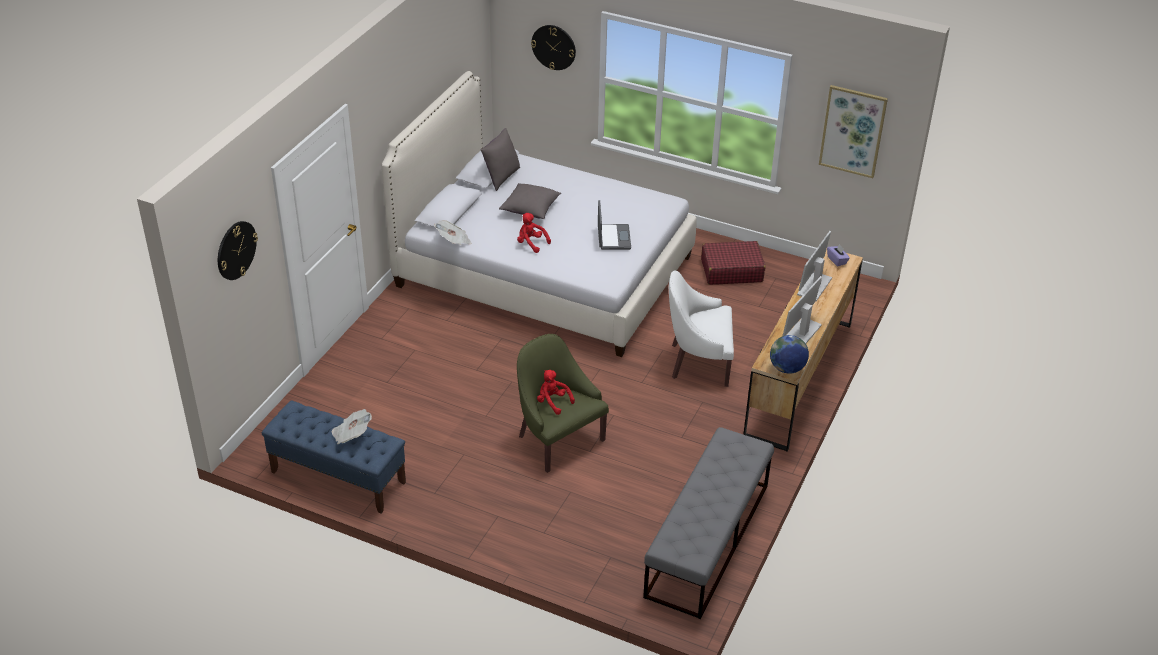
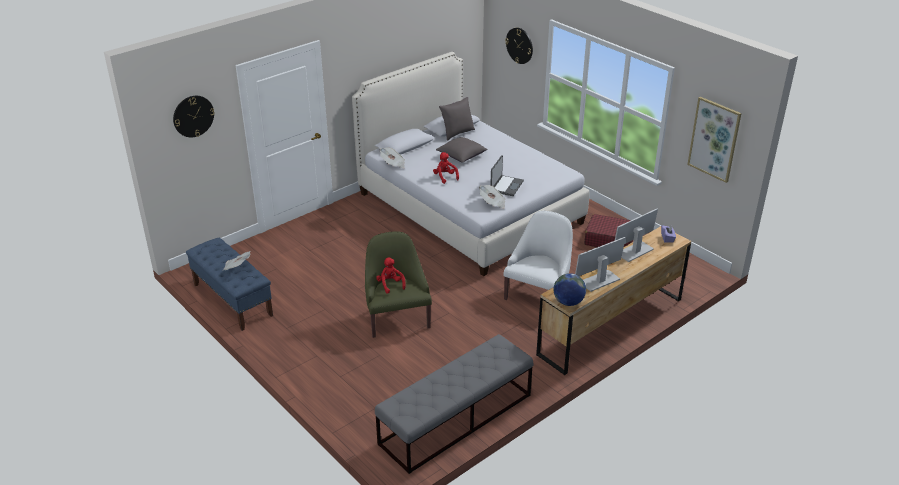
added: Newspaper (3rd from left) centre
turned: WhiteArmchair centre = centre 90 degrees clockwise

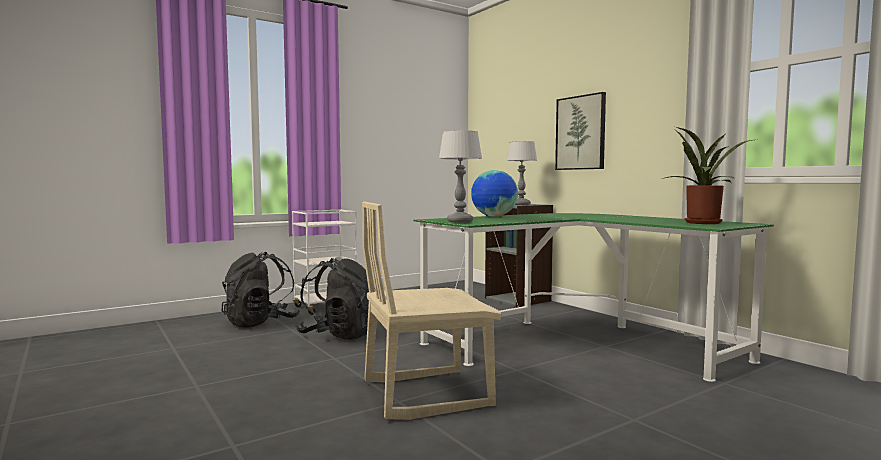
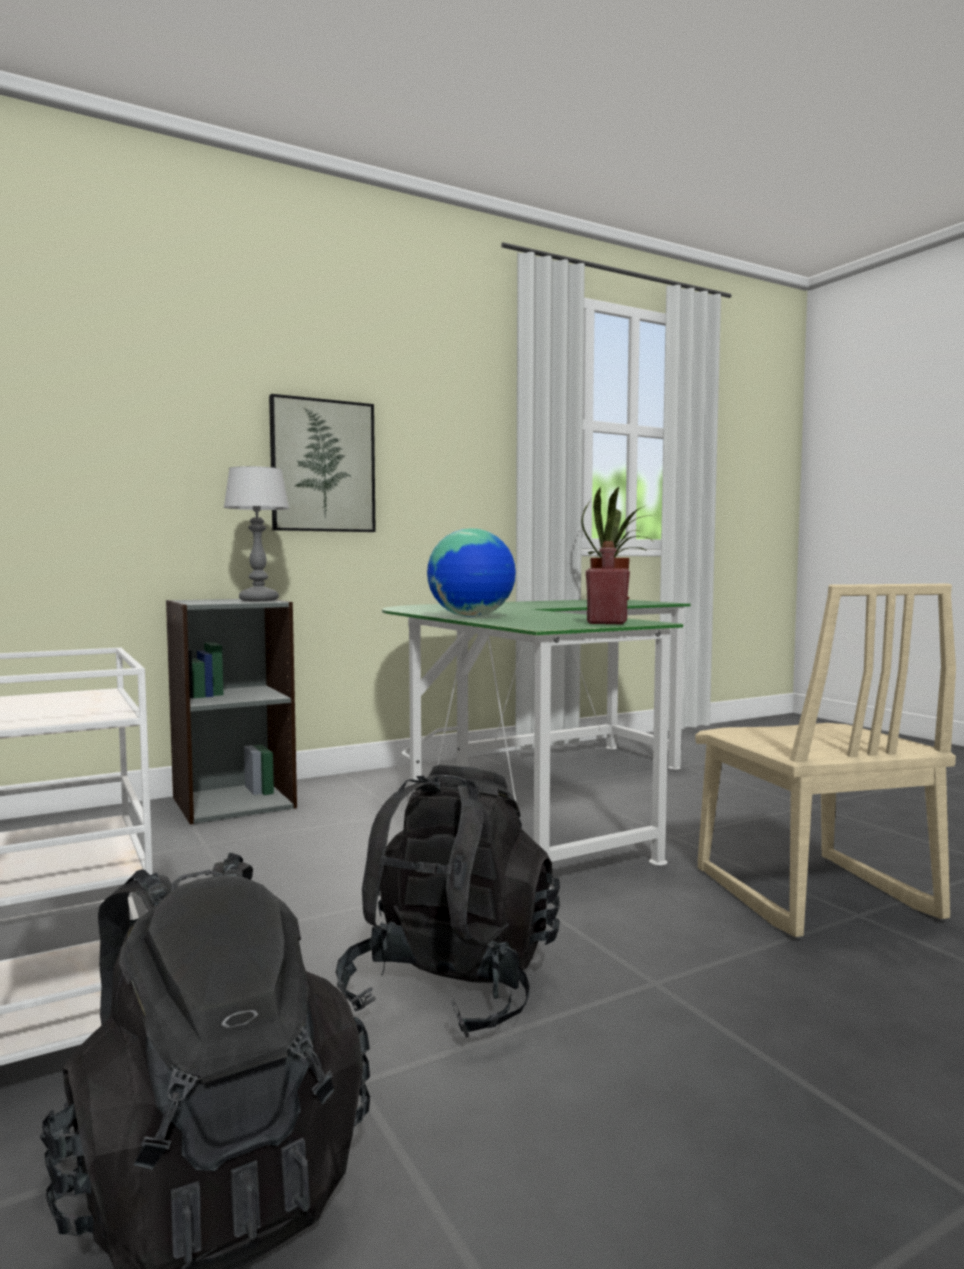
replaced: TableLamp (1st from left) centre to RedBottle centre

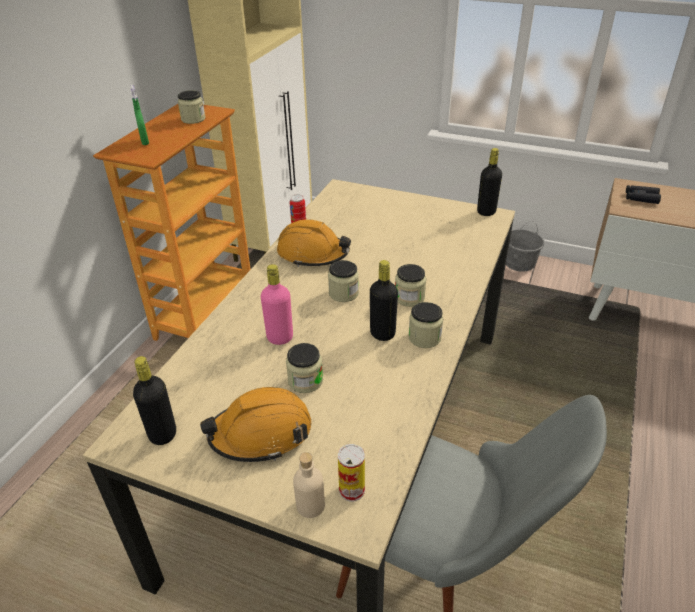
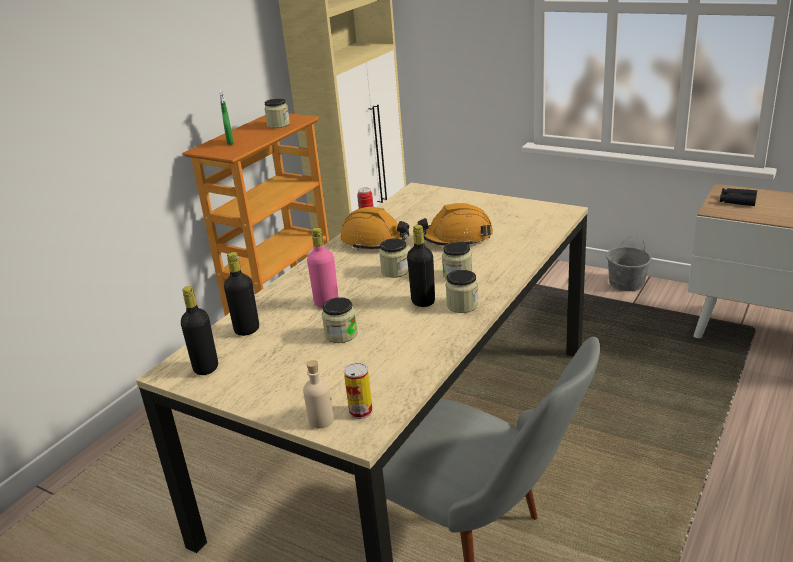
moved: BlackBottle (3rd from left in the first image) top right to BlackBottle (2nd from left) middle left; OrangeHardHat (1st from left in the first image) bottom centre to OrangeHardHat (2nd from left) centre

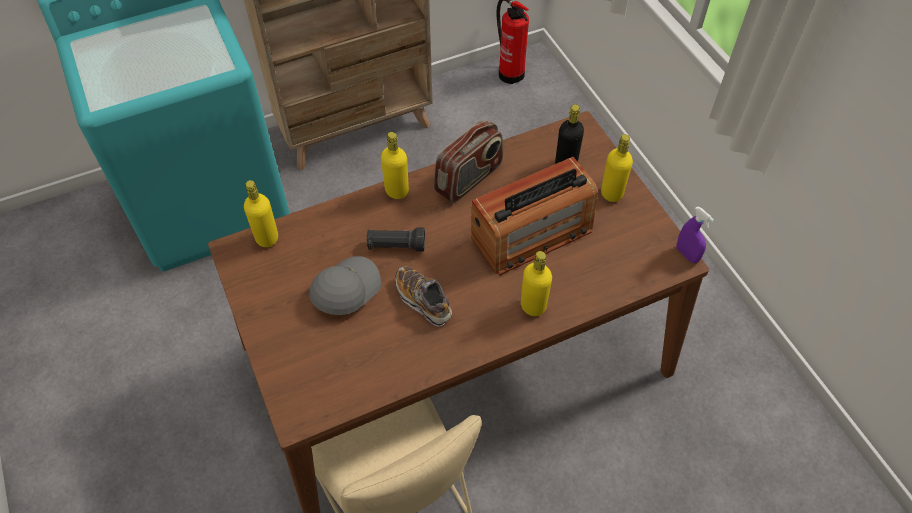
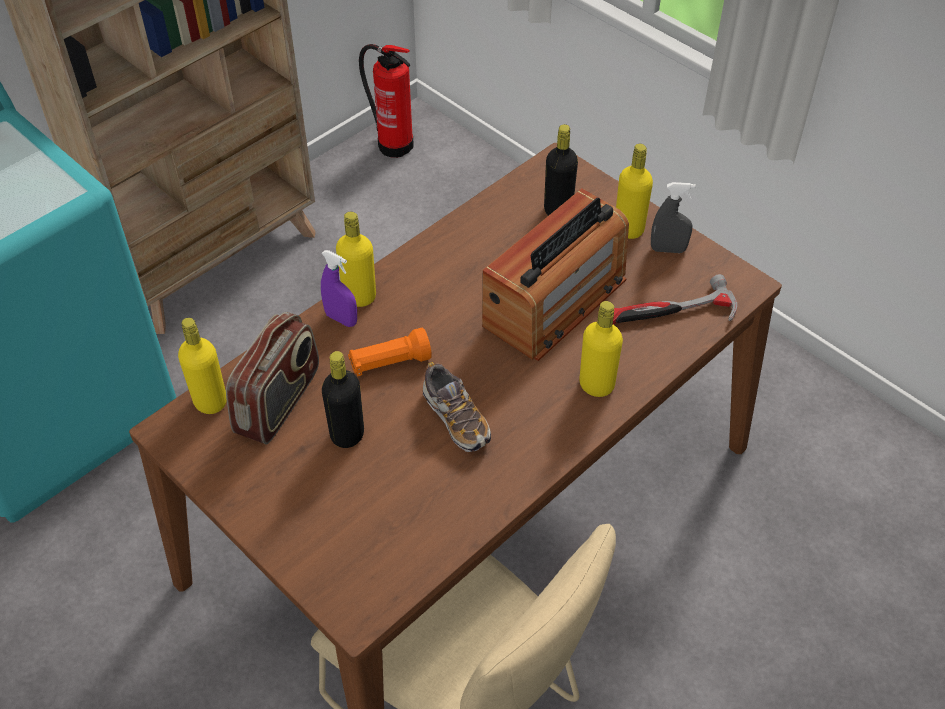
added: GreySprayBottle top right; Hammer middle right
moved: Radio (1st from left) top centre to middle left; PurpleSprayBottle middle right to centre
replaced: GreyCap centre to BlackBottle (1st from left) centre
recoloured: BlackFlashlight centre to OrangeFlashlight centre
turned: Shoe centre = centre 150 degrees counterclockwise

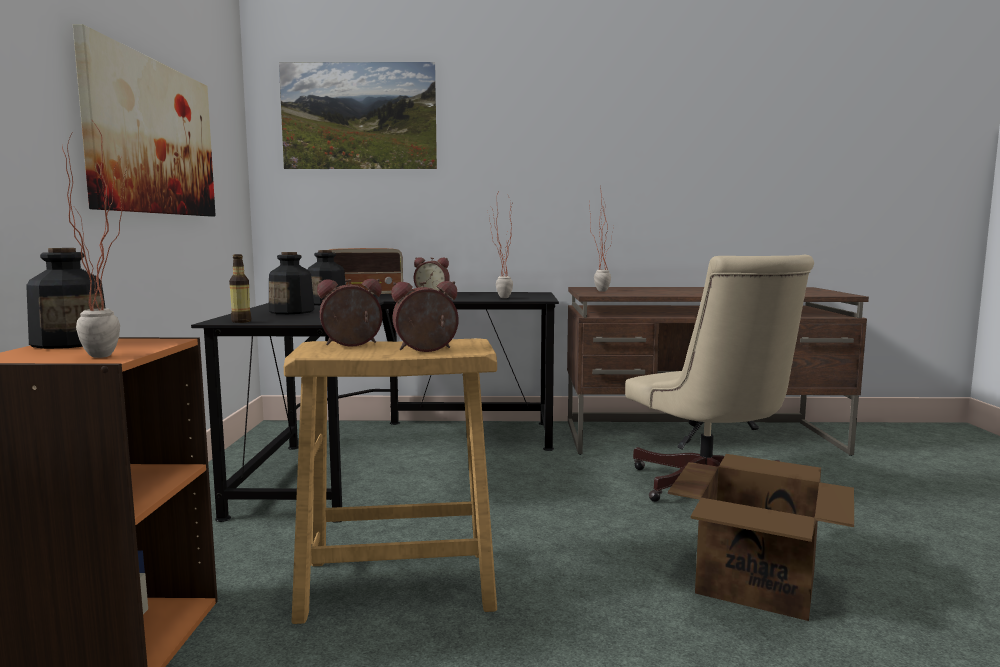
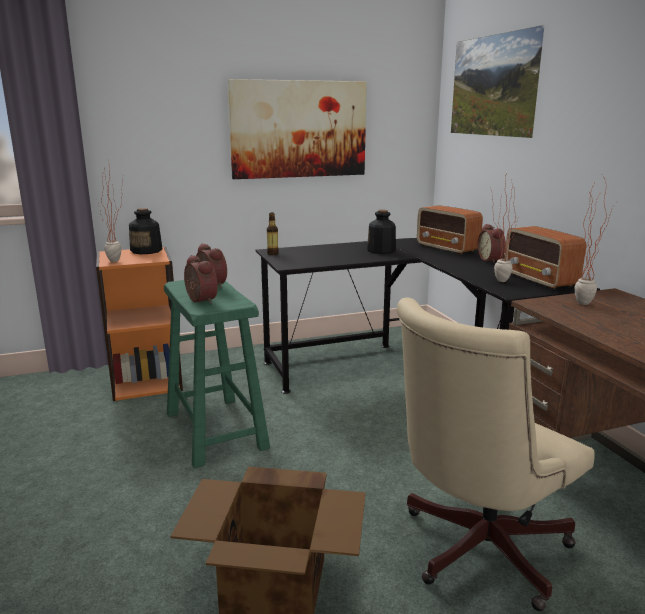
removed: Bottle (3rd from left) middle left
added: Radio (2nd from left) middle right
recoloured: BeigeStool bottom centre to GreenStool centre

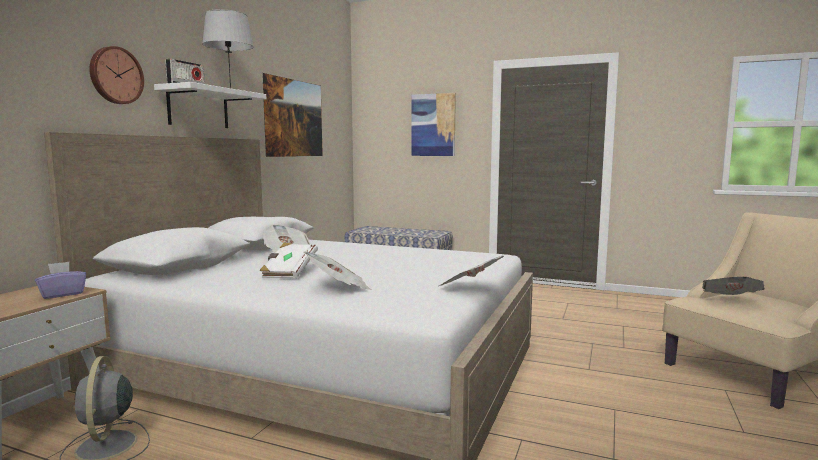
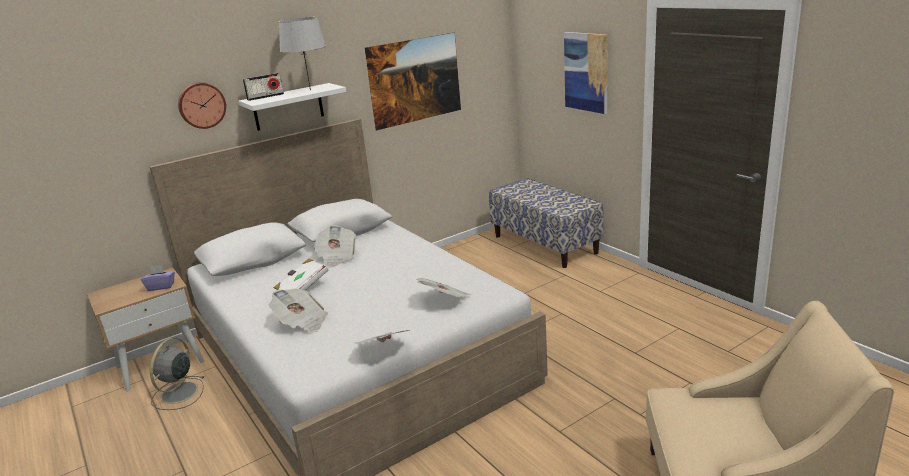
moved: Newspaper (4th from left) middle right to centre

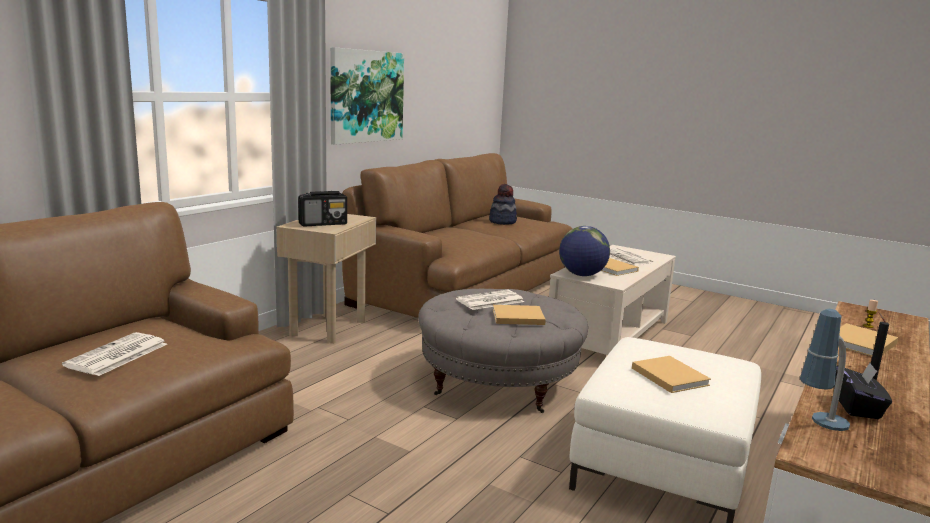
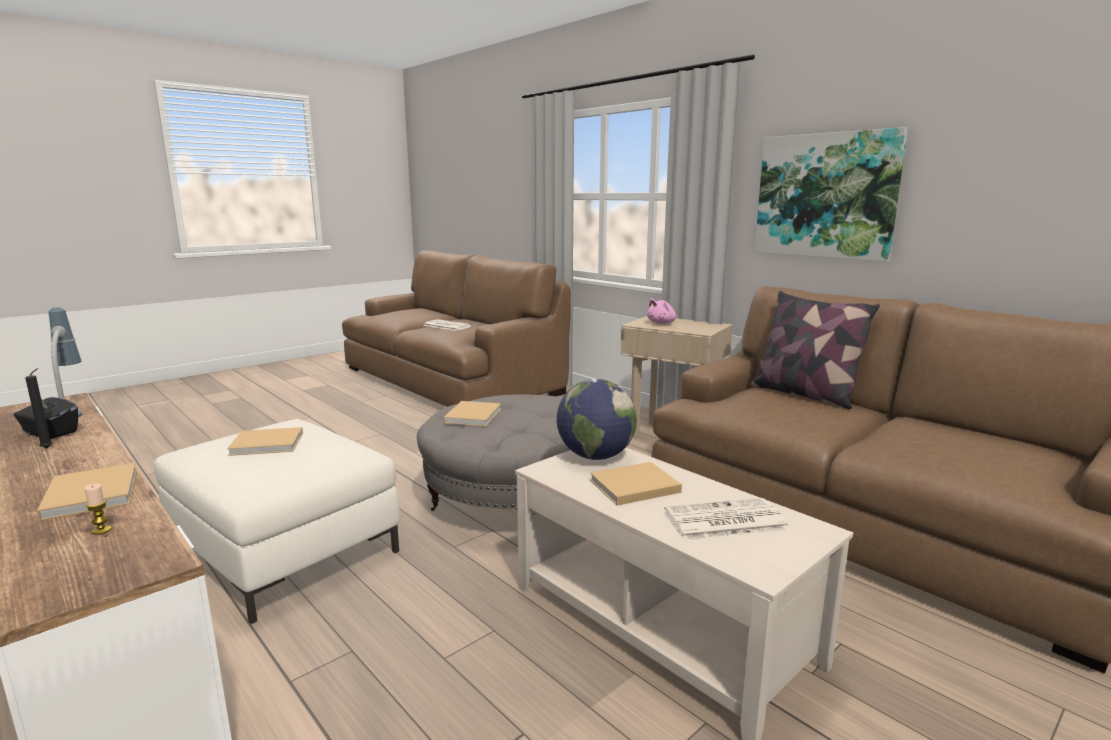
removed: Hat centre; Newspaper (2nd from left) centre
added: Pillow middle right
replaced: Radio centre to PinkPlushToy centre

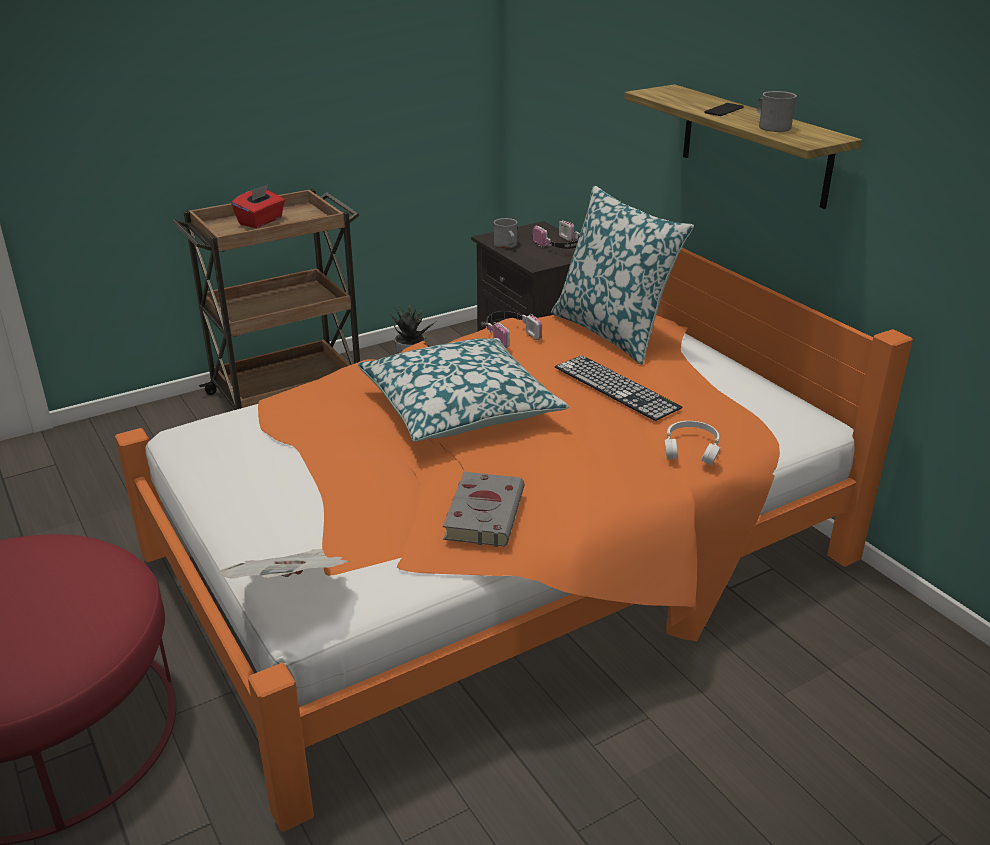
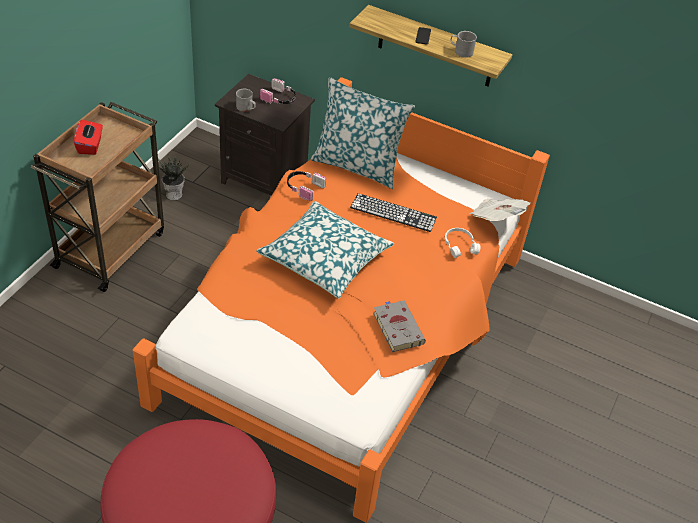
moved: Newspaper bottom left to middle right

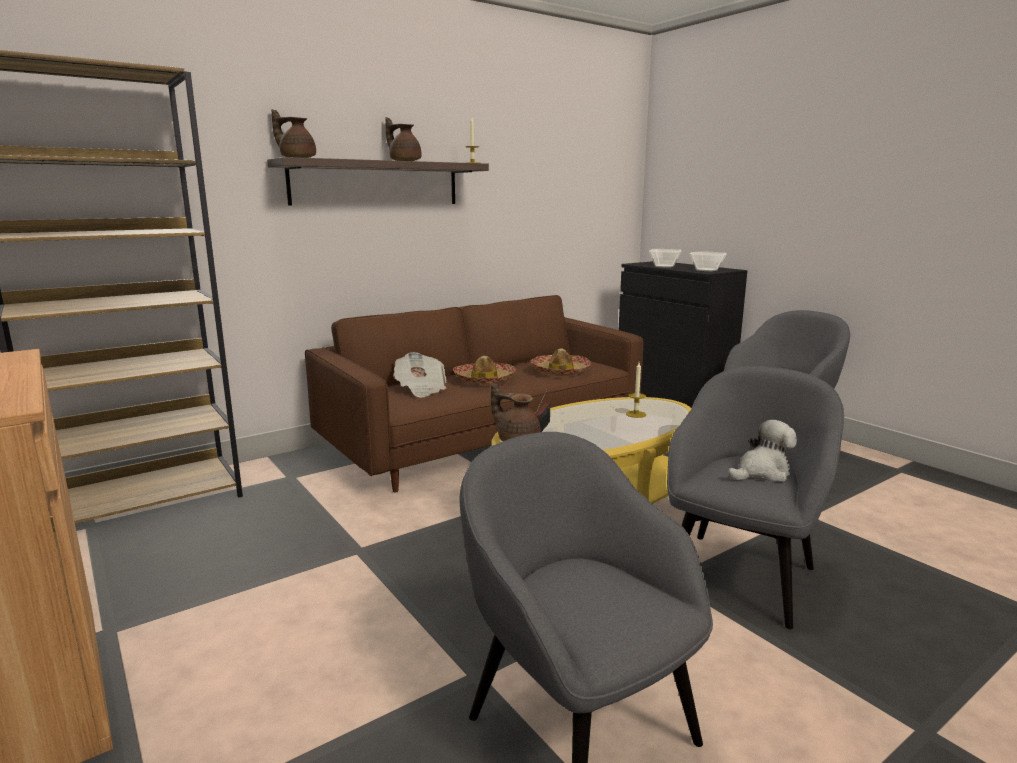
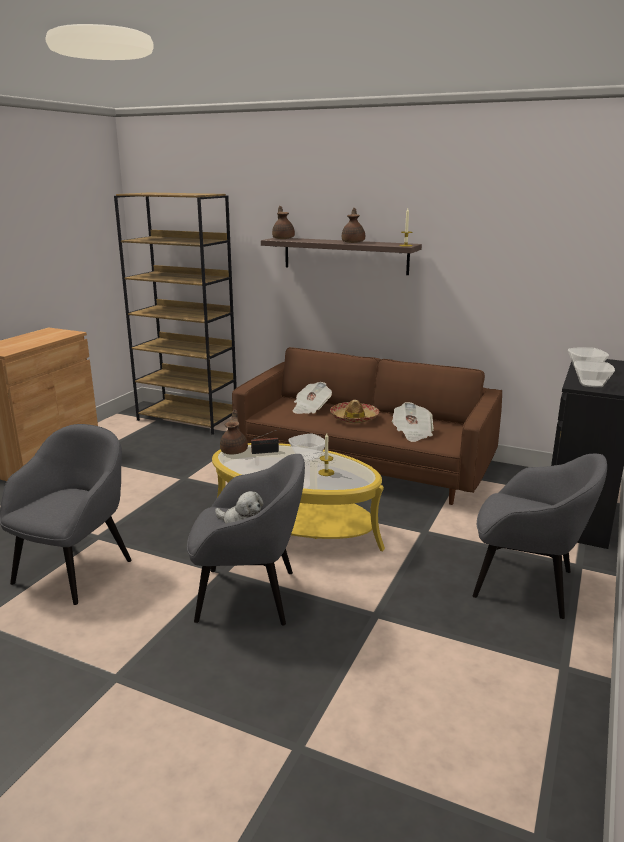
added: Bowl (1st from left) centre
replaced: Hat (2nd from left) centre to Newspaper (2nd from left) centre

